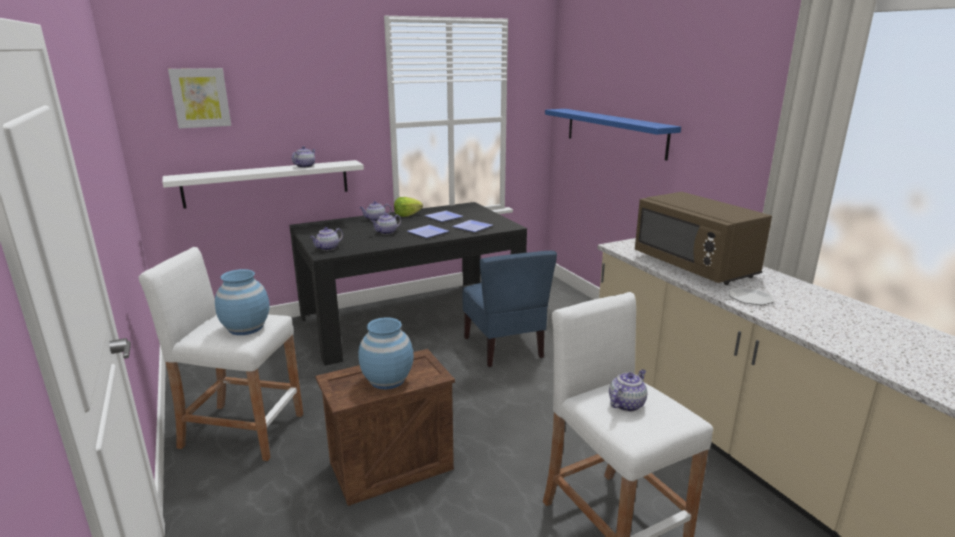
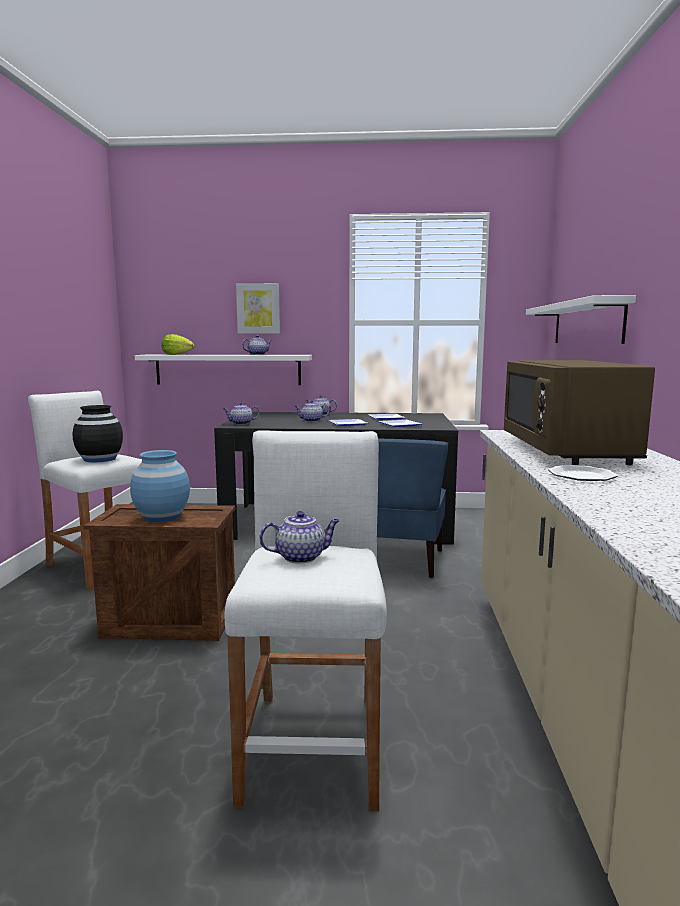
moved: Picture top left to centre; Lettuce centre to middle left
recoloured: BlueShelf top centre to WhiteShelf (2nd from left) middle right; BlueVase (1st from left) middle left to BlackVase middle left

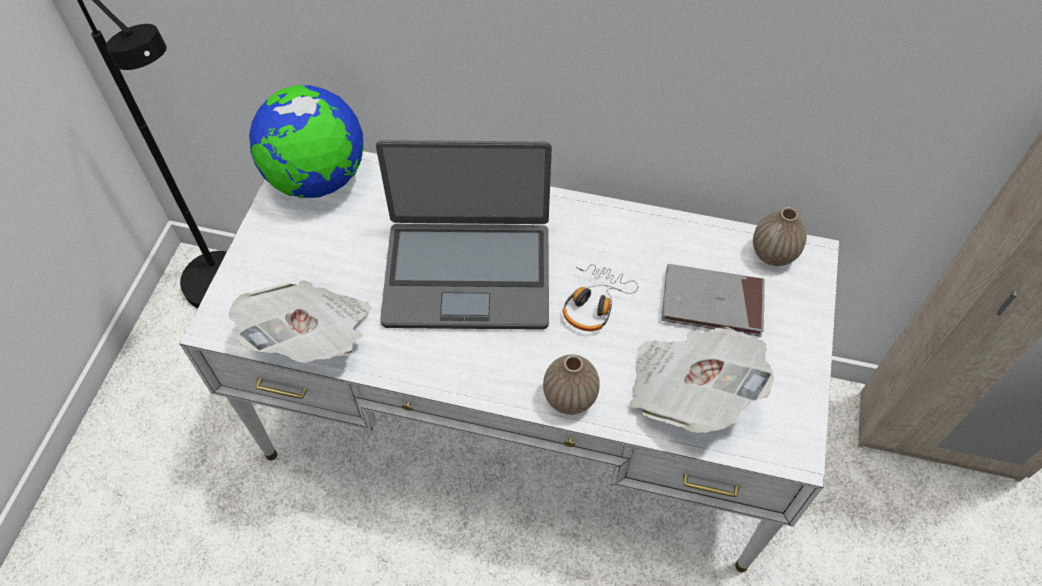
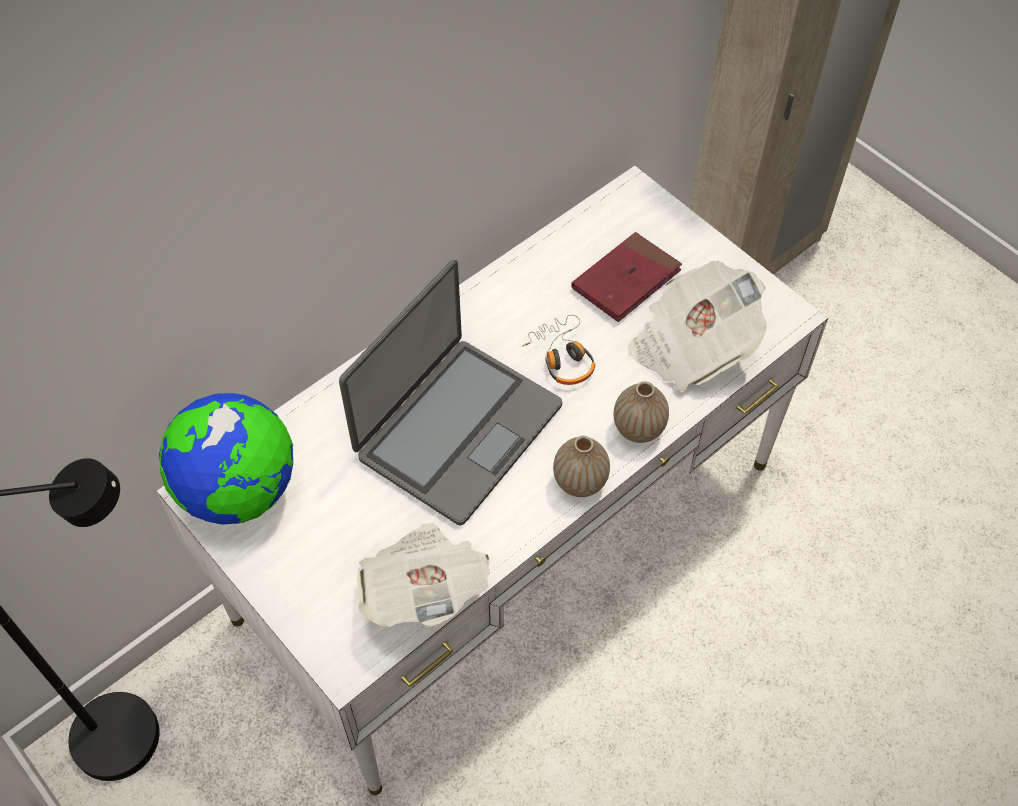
moved: Vase (2nd from left in the first image) middle right to Vase (1st from left) centre
recoloured: GreyBook middle right to RedBook centre

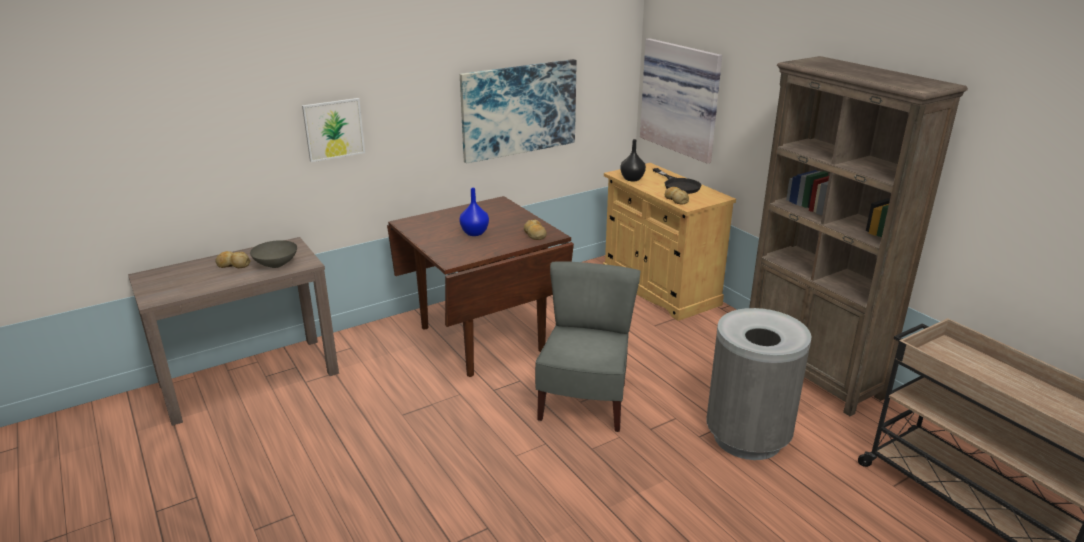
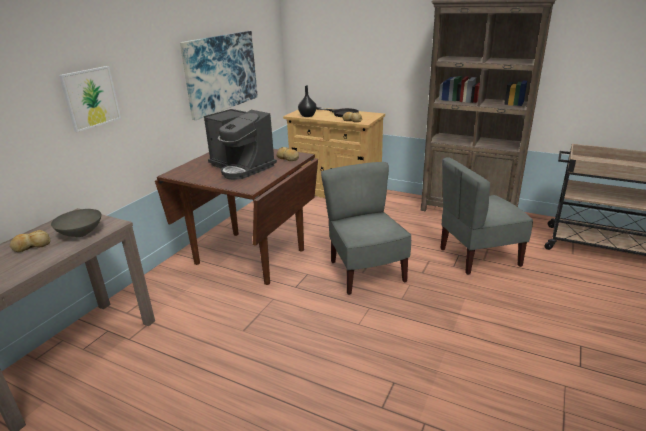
removed: Picture (3rd from left) top centre
replaced: BlueVase centre to CoffeeMachine centre; GreyTrashCan bottom right to GreyChair (2nd from left) middle right

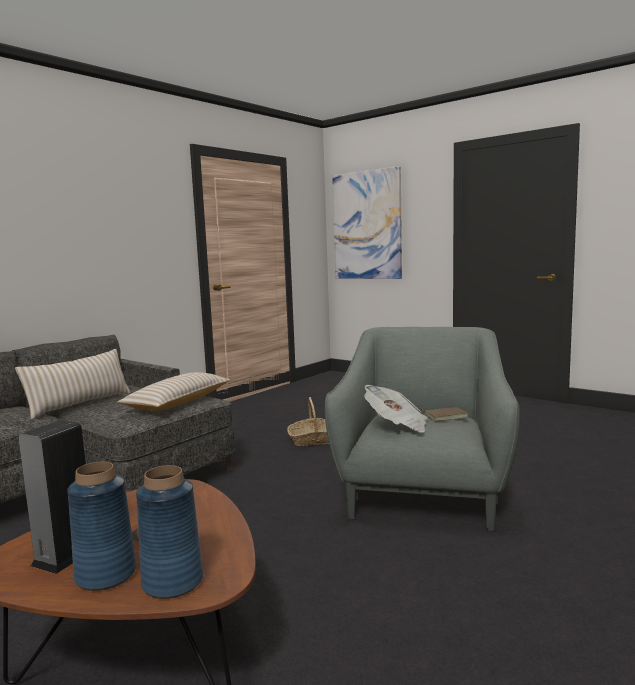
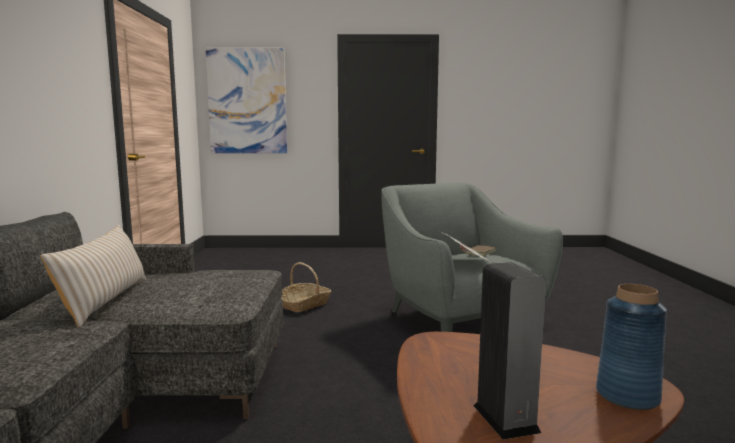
removed: BeigePillow (2nd from left) middle left; BlueVase (1st from left) bottom left

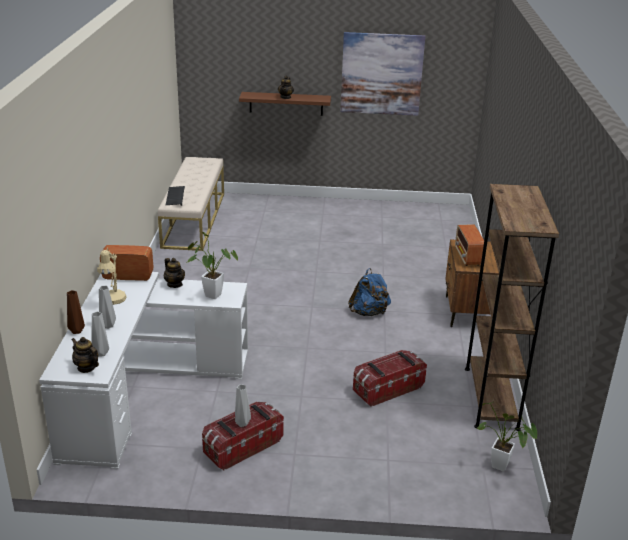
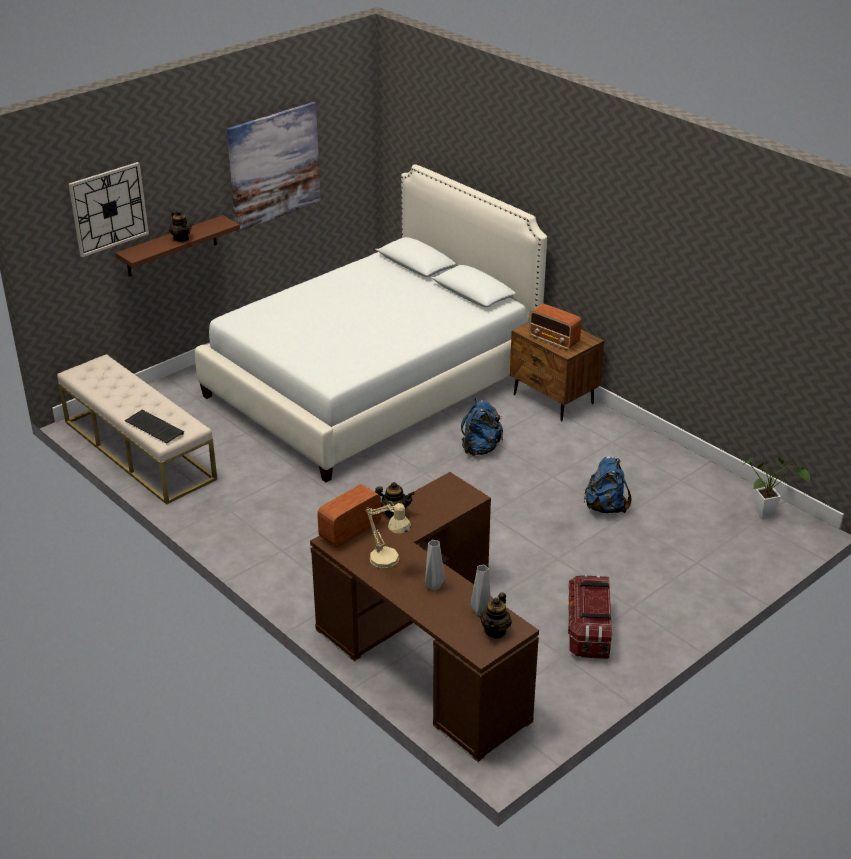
removed: BrownBookcase middle right; PottedPlant (1st from left) centre; BrownVase middle left; GreyVase (3rd from left) bottom centre
added: WallClock top left; WhiteBed centre
replaced: StorageBox (2nd from left) bottom centre to BlueBackpack (2nd from left) middle right
recoloured: WhiteDesk bottom left to BrownDesk bottom centre
turned: Teapot (1st from left in the first image) middle left = bottom centre 60 degrees counterclockwise

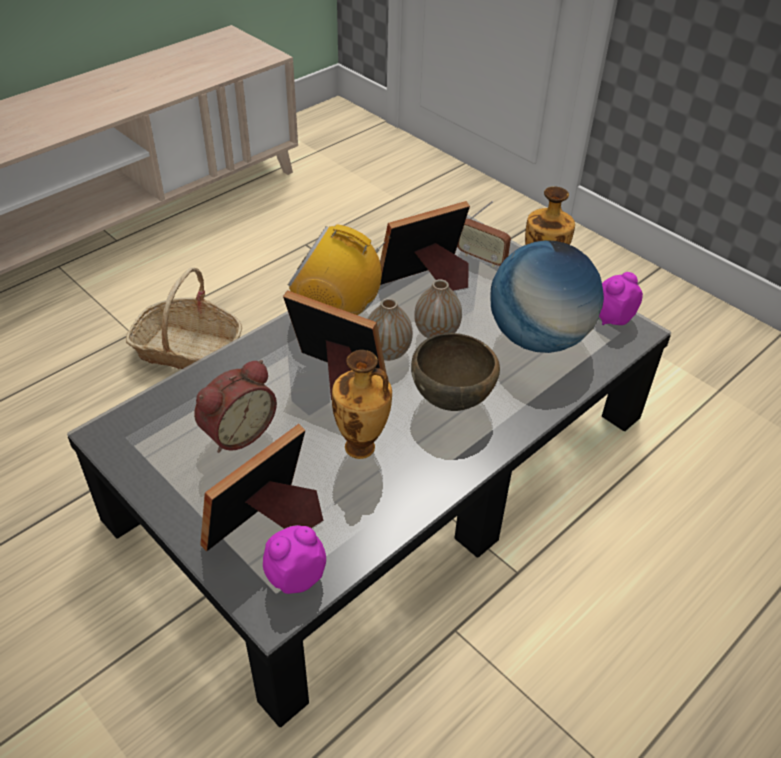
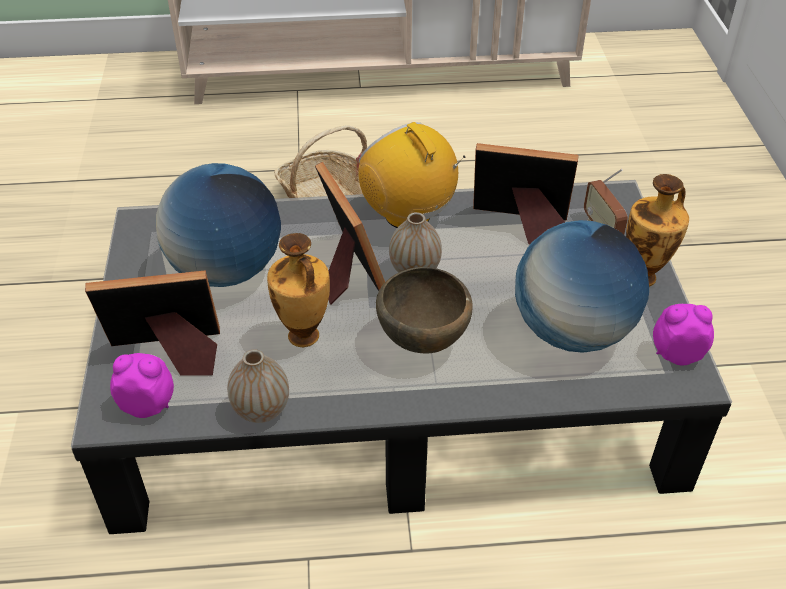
moved: Vase (3rd from left in the first image) centre to Vase (1st from left) middle left
replaced: AlarmClock (1st from left) middle left to Globe (1st from left) middle left

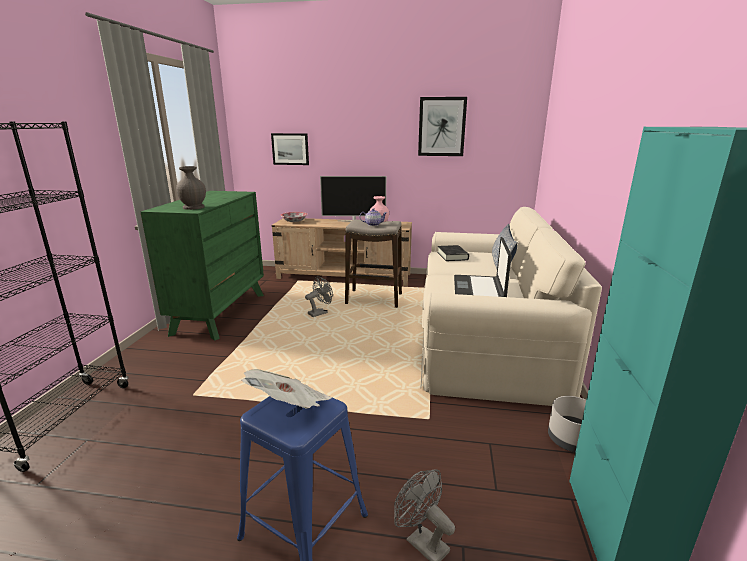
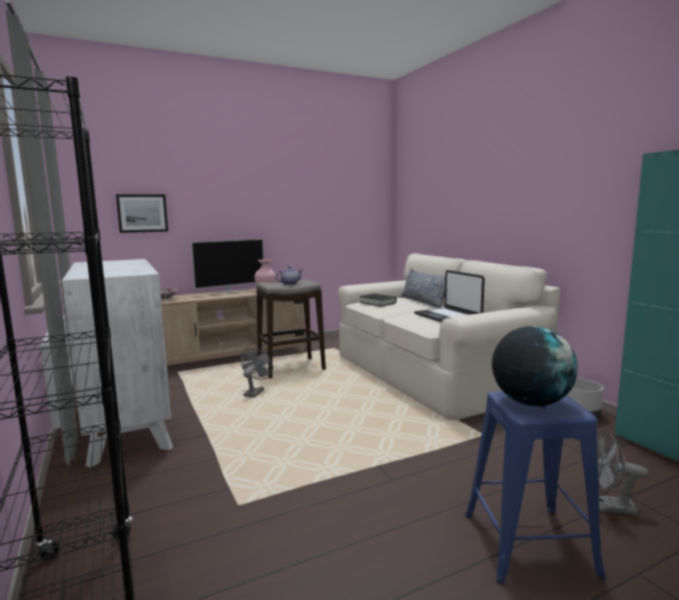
removed: Picture (2nd from left) top centre; GreyVase middle left
replaced: Newspaper bottom centre to Globe middle right
recoloured: GreenDresser middle left to WhiteDresser middle left

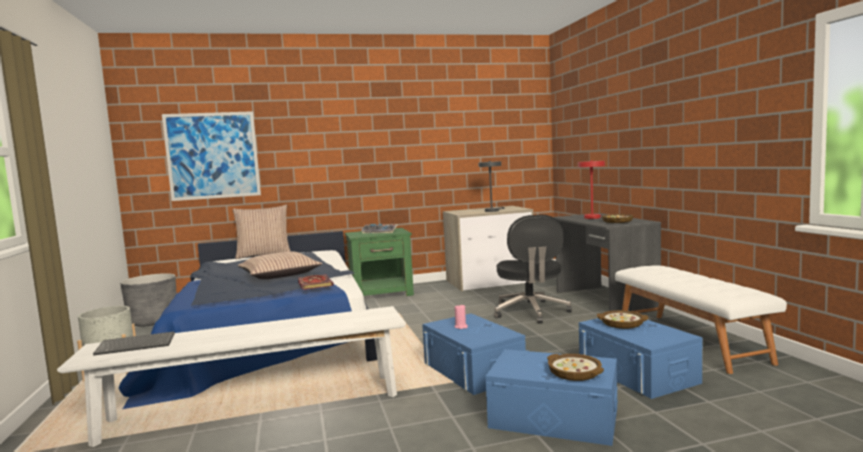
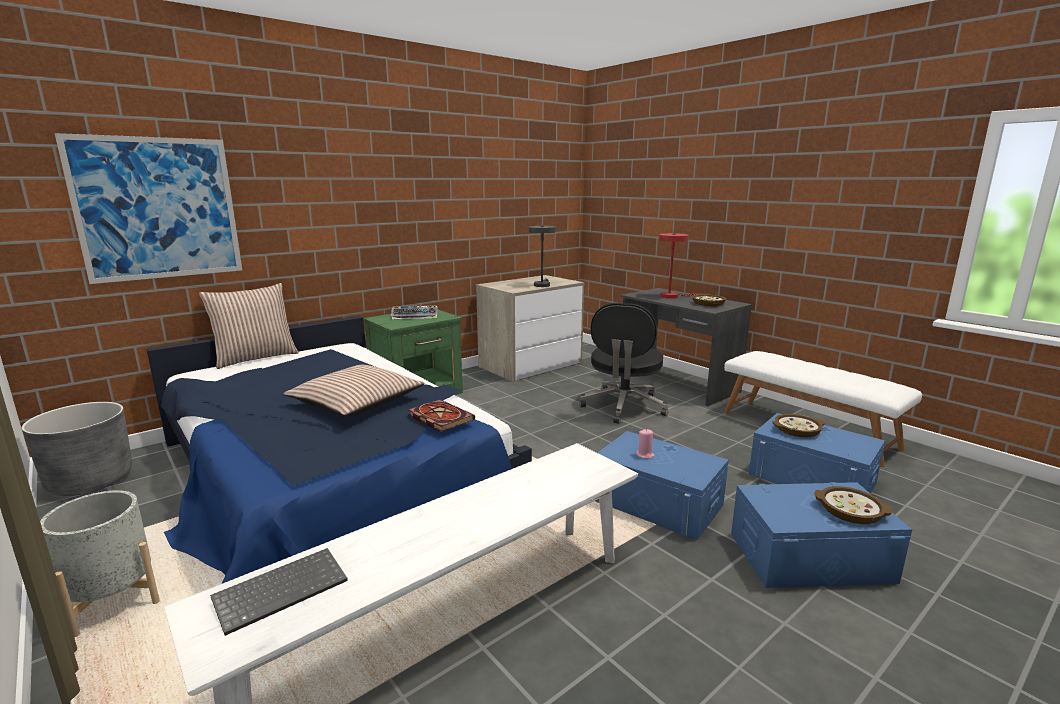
turned: BlackOfficeChair centre = centre 45 degrees clockwise

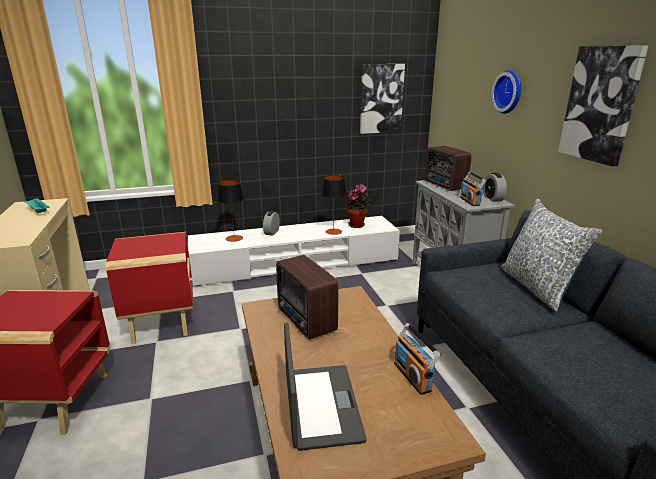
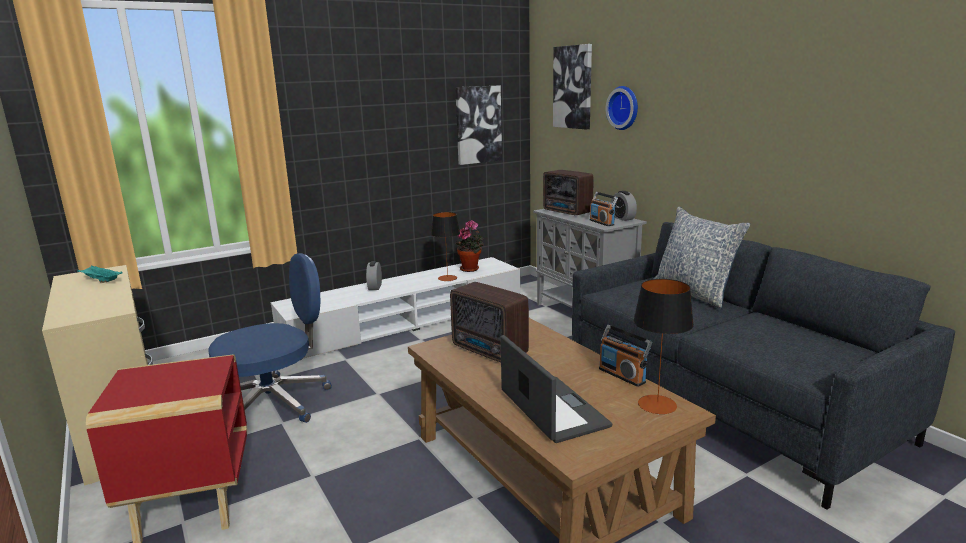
moved: Picture (2nd from left) top right to top centre; TableLamp (1st from left in the first image) centre to TableLamp (2nd from left) middle right
replaced: RedSideTable (2nd from left) middle left to BlueOfficeChair middle left

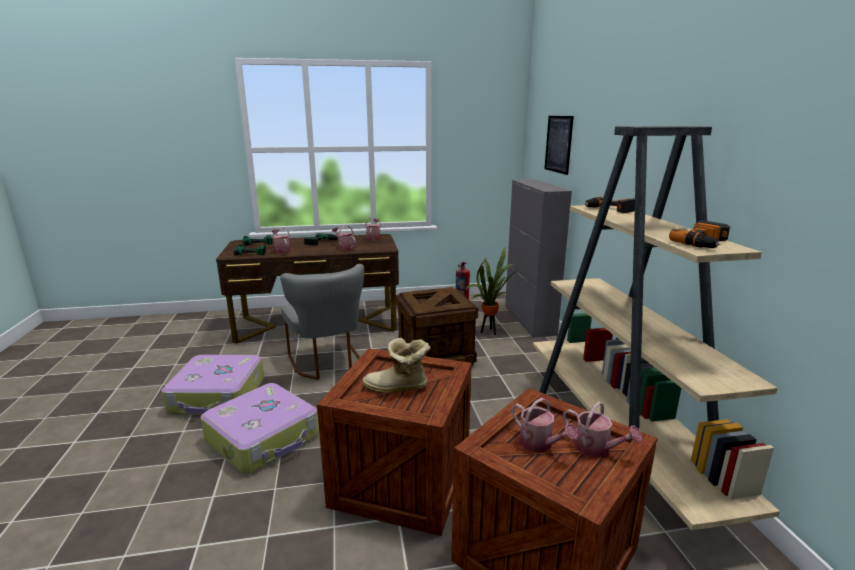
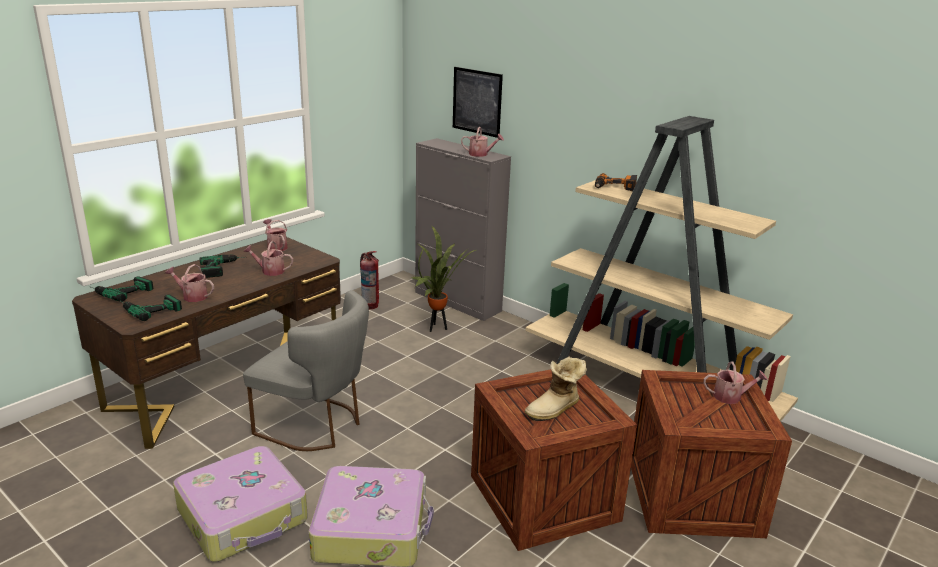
removed: PowerDrill (5th from left) middle right; Crate (2nd from left) centre
moved: WateringCan (4th from left) bottom centre to top centre

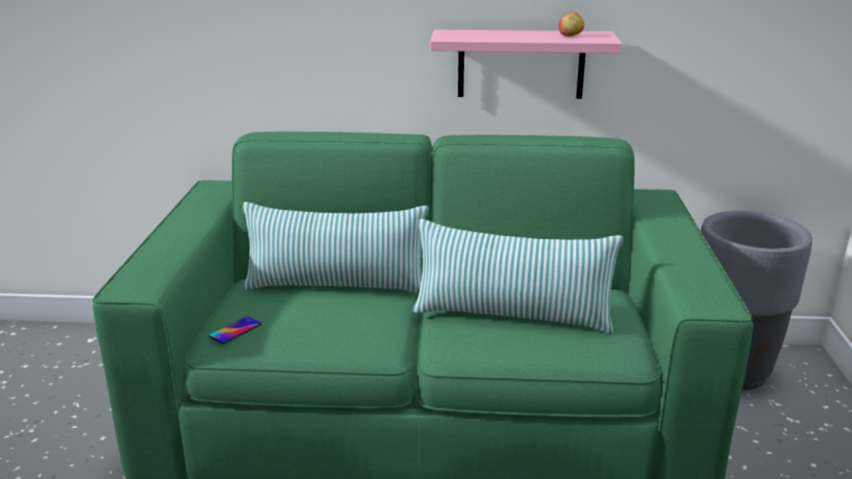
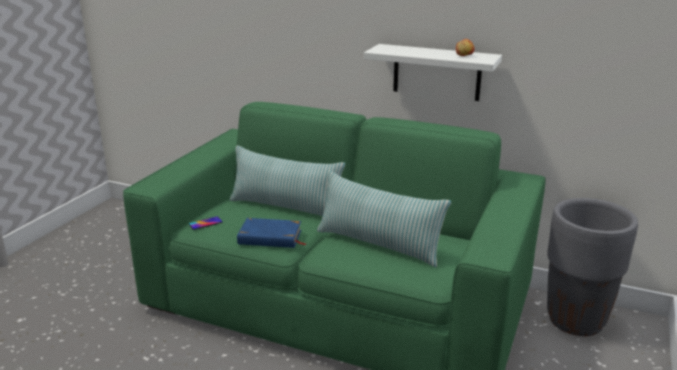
added: BlueBook centre
recoloured: PinkShelf top centre to WhiteShelf top centre

